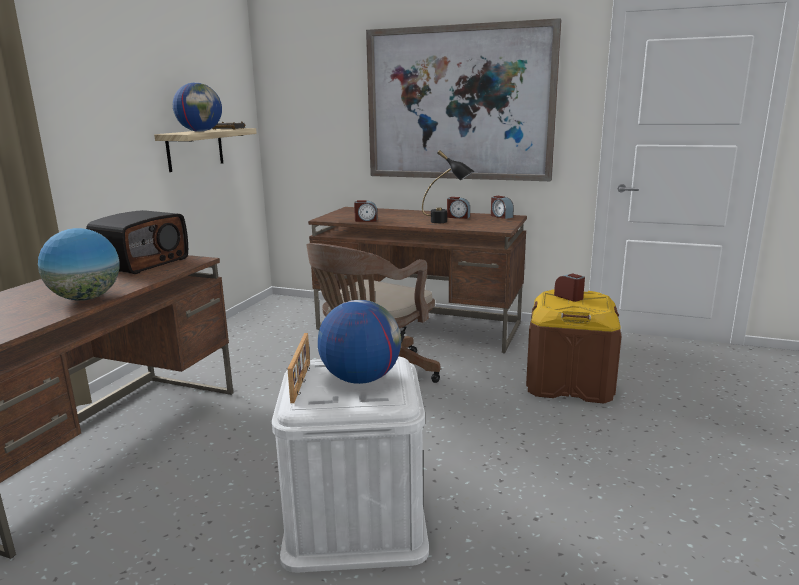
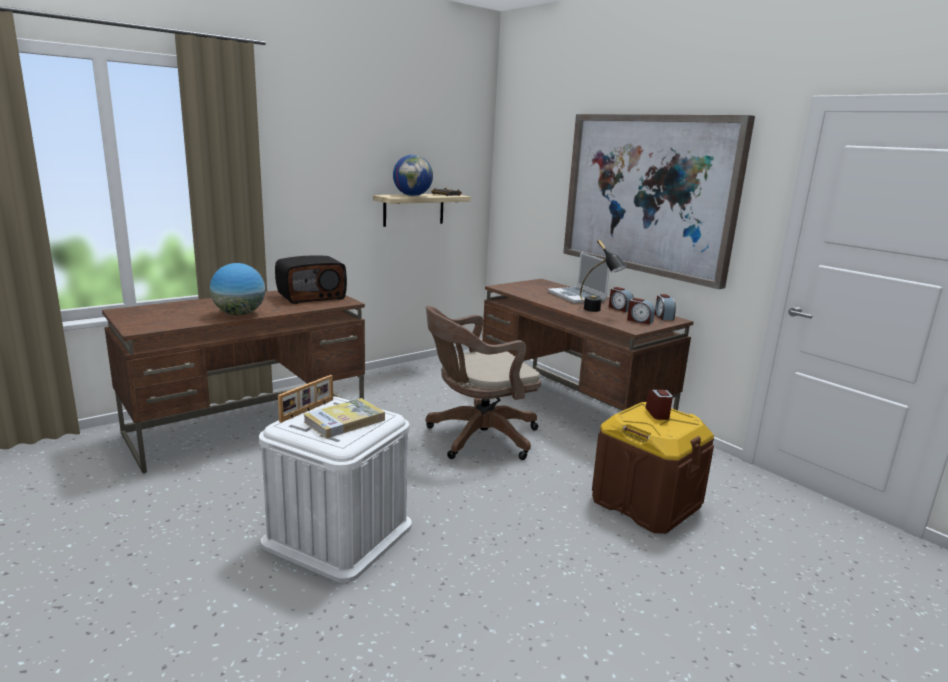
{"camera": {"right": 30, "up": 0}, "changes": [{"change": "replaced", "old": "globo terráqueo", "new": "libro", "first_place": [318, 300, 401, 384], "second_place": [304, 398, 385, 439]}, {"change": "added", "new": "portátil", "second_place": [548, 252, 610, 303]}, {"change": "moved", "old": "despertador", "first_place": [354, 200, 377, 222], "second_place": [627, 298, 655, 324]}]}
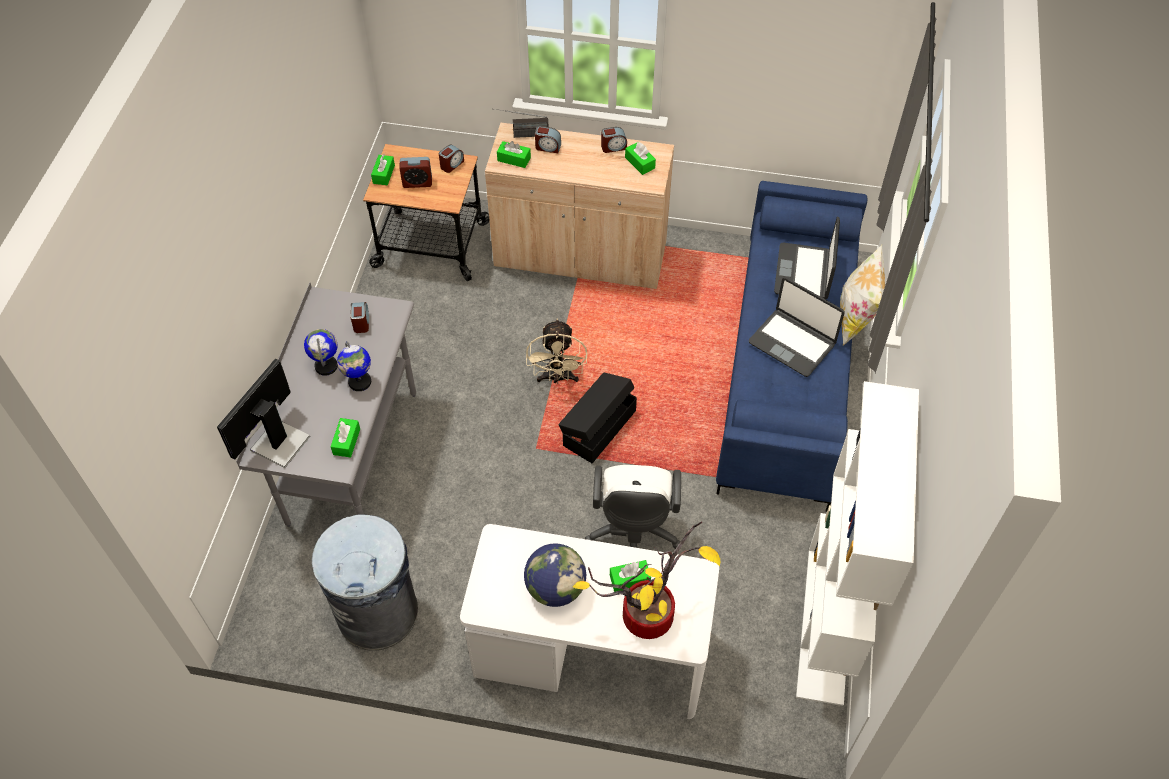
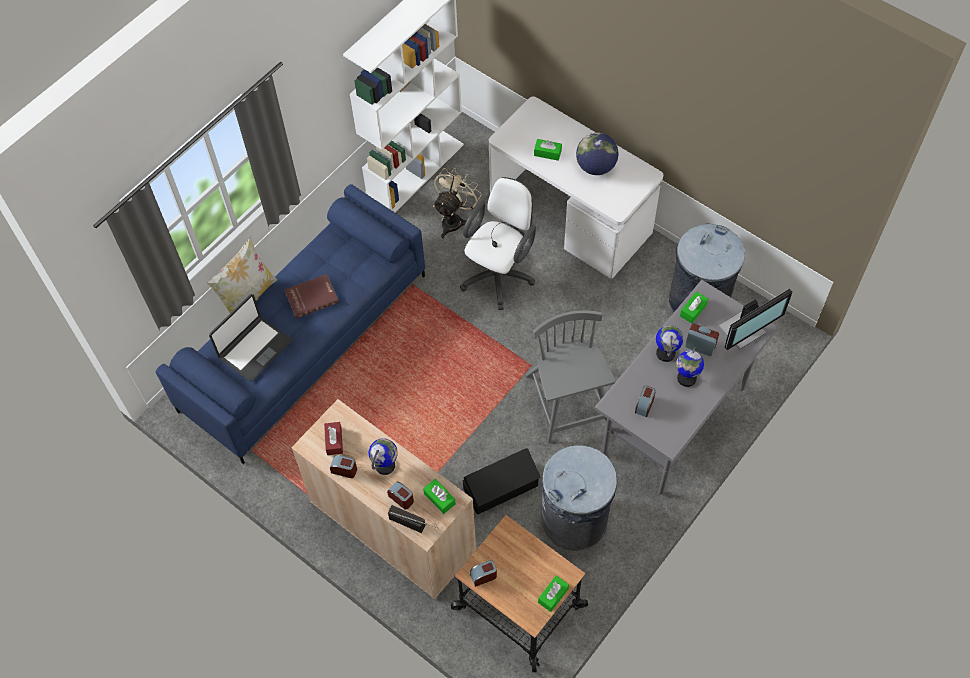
{"camera": {"right": -150, "up": 5}, "changes": [{"change": "replaced", "old": "portátil", "new": "libro [rojo]", "first_place": [749, 277, 845, 377], "second_place": [284, 274, 339, 318]}, {"change": "recoloured", "old": "caja de pañuelos [verde]", "new": "caja de pañuelos [rojo]", "first_place": [625, 142, 656, 175], "second_place": [324, 422, 343, 455]}, {"change": "added", "new": "globo terráqueo", "second_place": [369, 438, 398, 475]}, {"change": "moved", "old": "ventilador [beis]", "first_place": [526, 318, 587, 384], "second_place": [433, 168, 482, 238]}, {"change": "moved", "old": "caja de almacenaje [negro]", "first_place": [559, 372, 637, 463], "second_place": [463, 448, 541, 515]}, {"change": "added", "new": "silla [gris]", "second_place": [525, 310, 616, 443]}, {"change": "added", "new": "papelera [gris]", "second_place": [541, 445, 617, 551]}, {"change": "moved", "old": "despertador", "first_place": [399, 157, 432, 188], "second_place": [685, 324, 719, 356]}, {"change": "removed", "old": "planta en maceta", "first_place": [572, 521, 720, 639]}]}
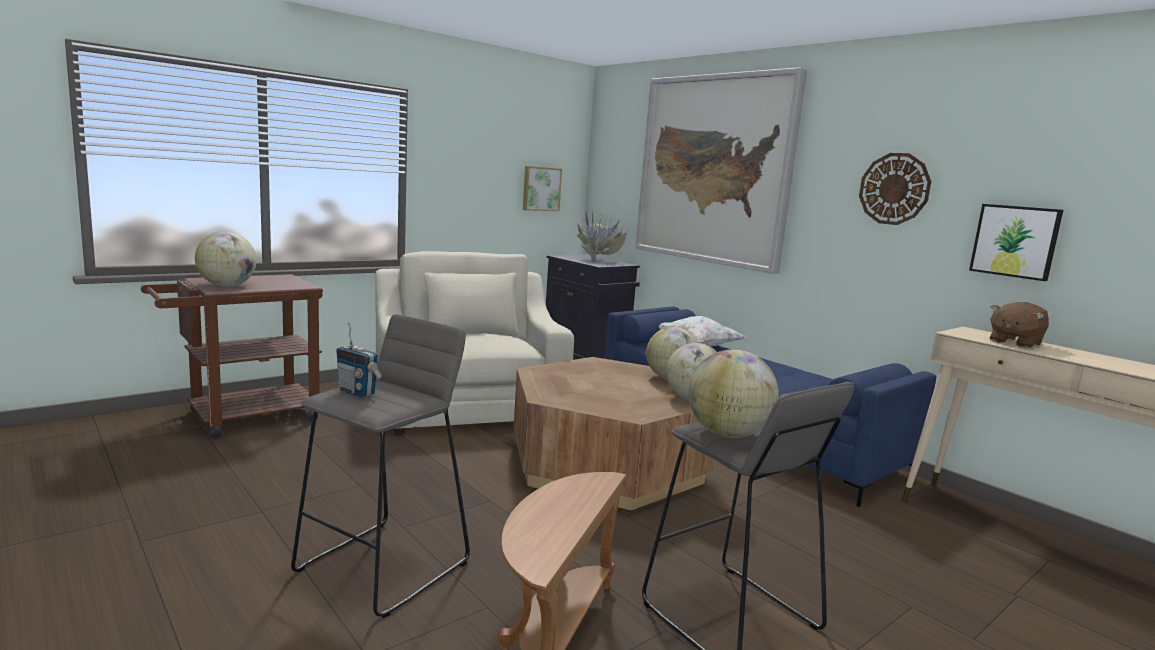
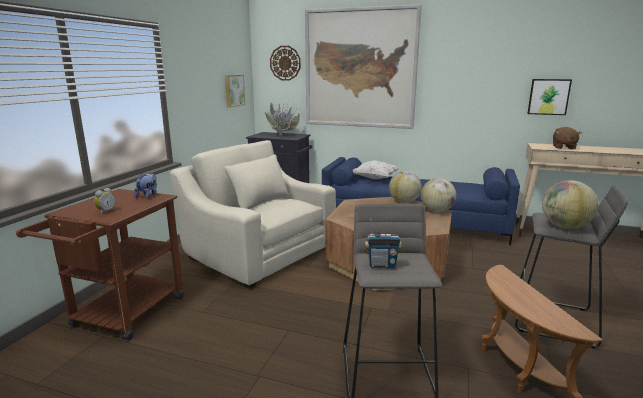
{"camera": {"right": -30, "up": 5}, "changes": [{"change": "replaced", "old": "globo terráqueo", "new": "despertador", "first_place": [195, 232, 256, 287], "second_place": [94, 188, 115, 215]}, {"change": "added", "new": "peluche", "second_place": [134, 173, 157, 198]}, {"change": "moved", "old": "reloj de pared", "first_place": [859, 153, 932, 225], "second_place": [270, 46, 301, 81]}]}
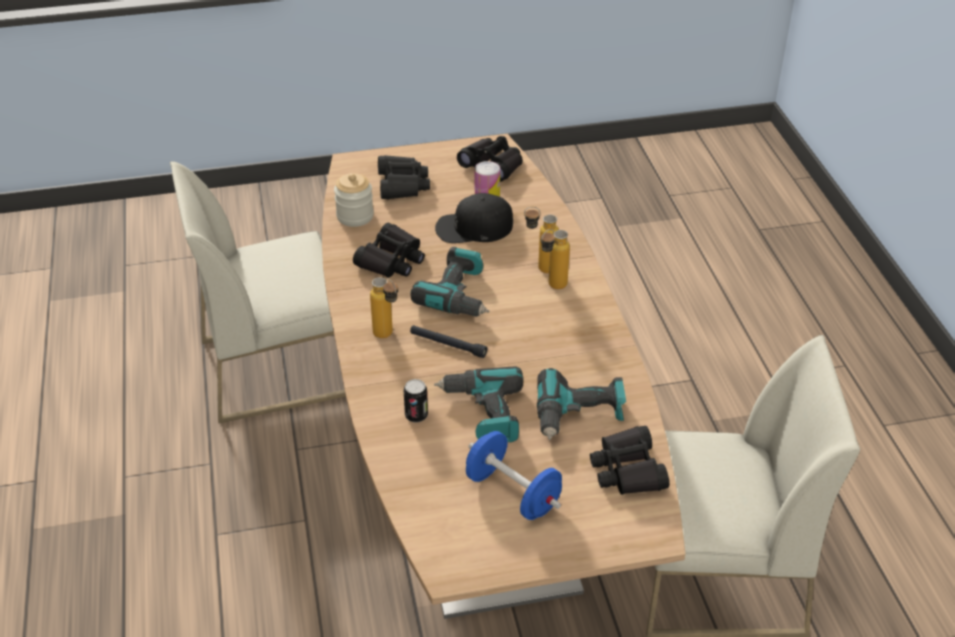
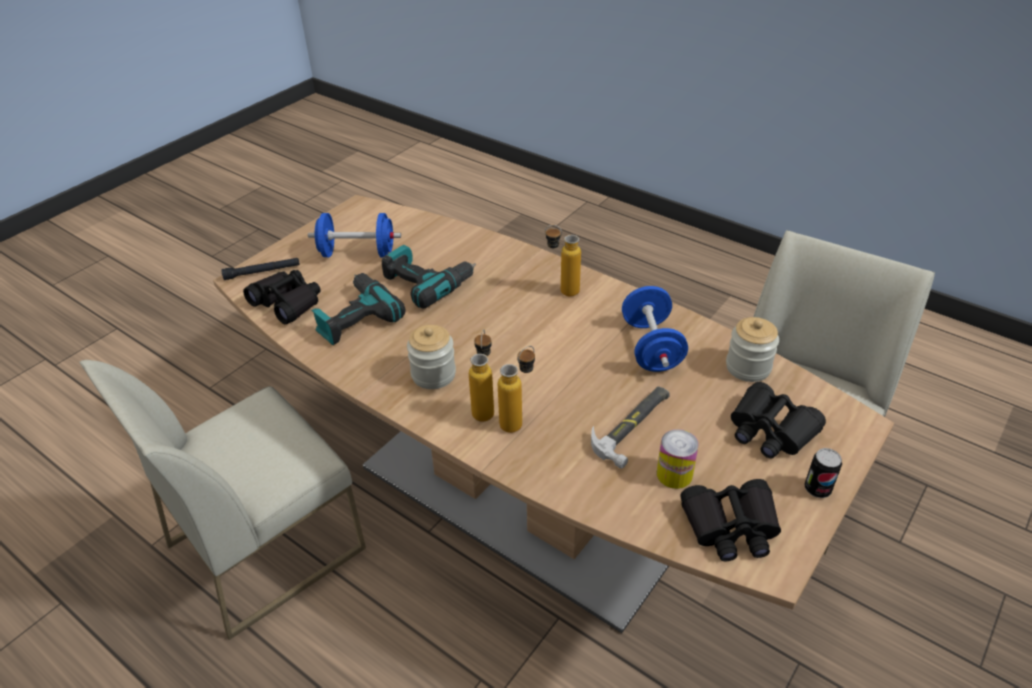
{"camera": {"right": 140, "up": 0}, "changes": [{"change": "moved", "old": "linterna [negro]", "first_place": [410, 325, 487, 358], "second_place": [221, 258, 300, 280]}, {"change": "added", "new": "tarro", "second_place": [407, 325, 456, 389]}, {"change": "replaced", "old": "gorra [negro]", "new": "martillo", "first_place": [435, 193, 513, 243], "second_place": [591, 386, 670, 469]}, {"change": "replaced", "old": "prismáticos [negro]", "new": "mancuerna [azul]", "first_place": [353, 223, 425, 278], "second_place": [622, 286, 688, 372]}, {"change": "moved", "old": "lata", "first_place": [404, 379, 428, 423], "second_place": [804, 448, 842, 498]}, {"change": "removed", "old": "taladro", "first_place": [410, 247, 490, 317]}]}
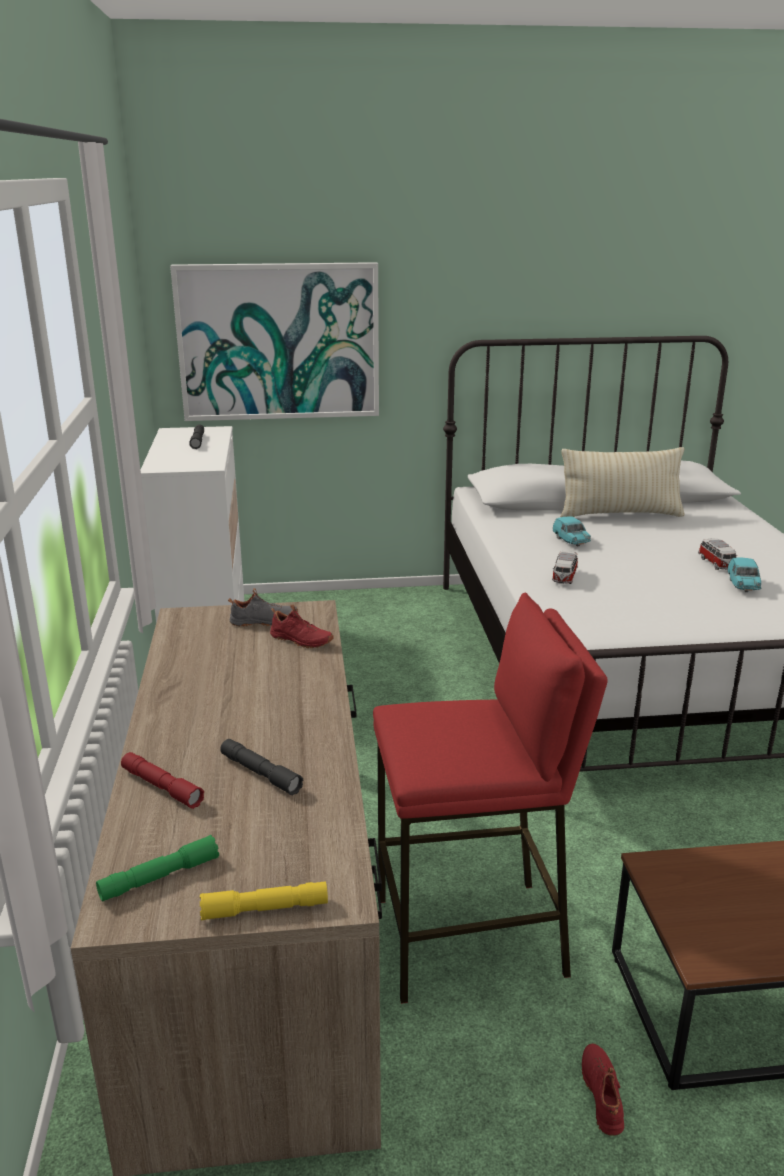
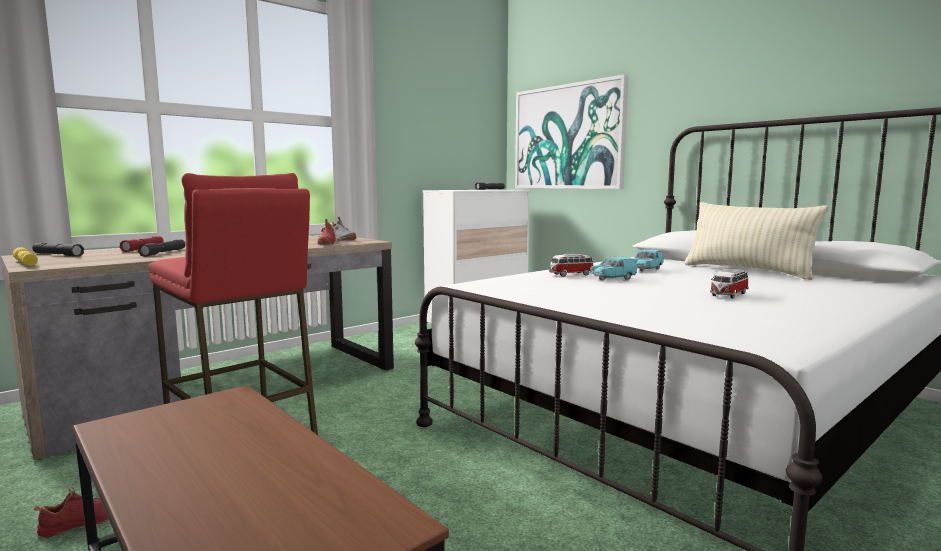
{"camera": {"right": 55, "up": -15}, "changes": [{"change": "recoloured", "old": "linterna [verde]", "new": "linterna [gris]", "first_place": [96, 835, 219, 901], "second_place": [32, 243, 84, 257]}, {"change": "moved", "old": "coche de juguete [turquesa]", "first_place": [727, 558, 761, 592], "second_place": [590, 257, 637, 280]}]}
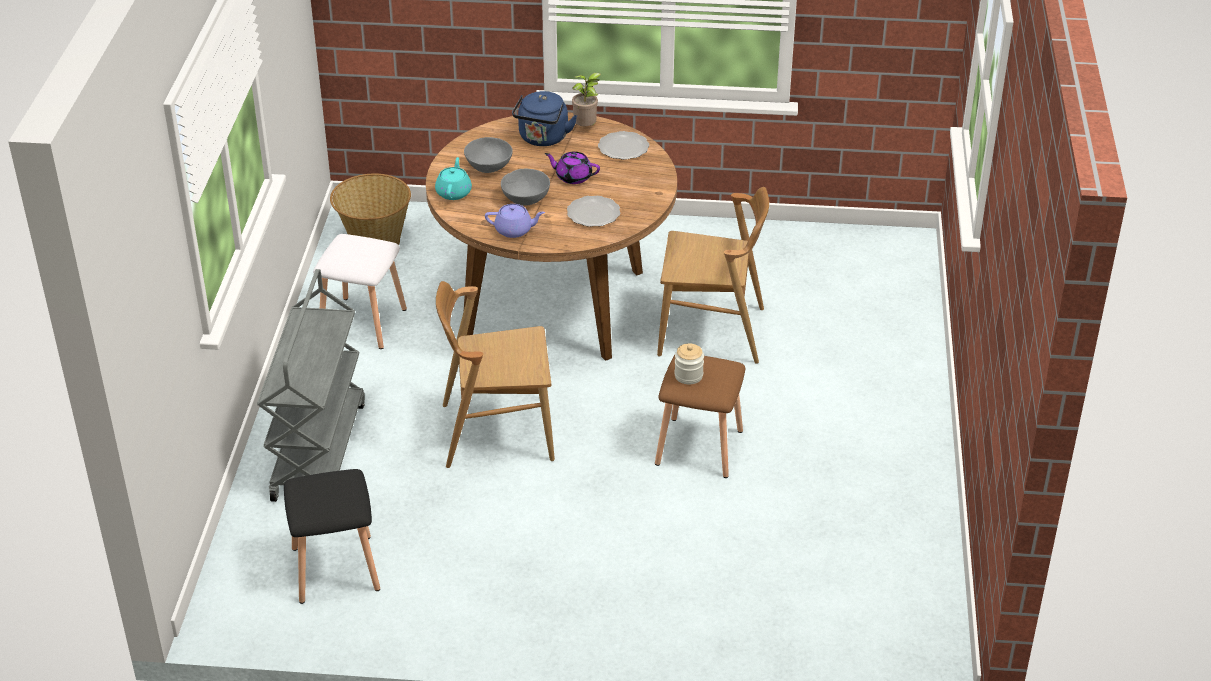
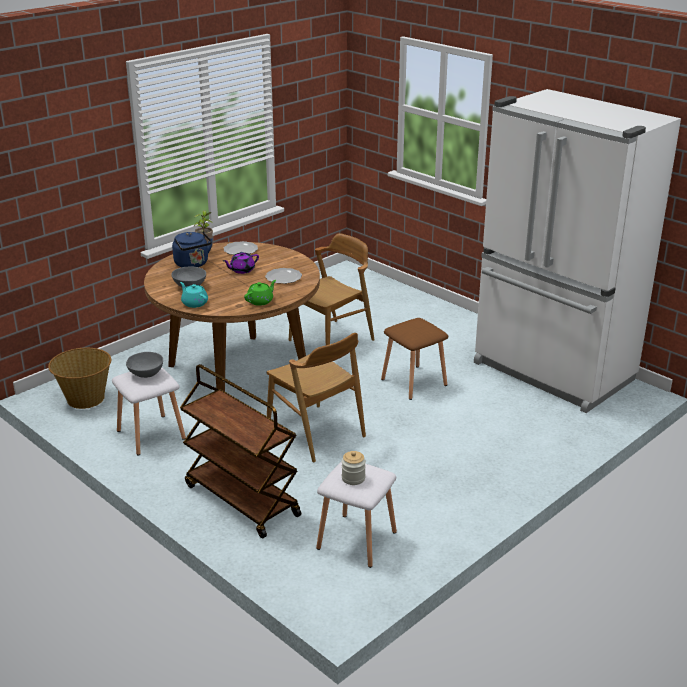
{"camera": {"right": -50, "up": -10}, "changes": [{"change": "moved", "old": "cuenco [gris]", "first_place": [501, 169, 550, 206], "second_place": [126, 352, 163, 378]}, {"change": "recoloured", "old": "carrito [gris]", "new": "carrito [marrón]", "first_place": [257, 269, 365, 502], "second_place": [180, 364, 301, 538]}, {"change": "recoloured", "old": "tetera [morado]", "new": "tetera [verde]", "first_place": [485, 204, 545, 238], "second_place": [244, 280, 276, 306]}, {"change": "turned", "old": "silla [marrón]", "first_place": [436, 281, 555, 468], "second_place": [267, 333, 366, 462], "degrees": -75}, {"change": "recoloured", "old": "taburete [negro]", "new": "taburete [blanco]", "first_place": [284, 469, 380, 604], "second_place": [316, 461, 397, 568]}, {"change": "moved", "old": "tarro", "first_place": [674, 343, 704, 384], "second_place": [342, 451, 366, 485]}, {"change": "added", "new": "nevera [blanco]", "second_place": [474, 89, 681, 413]}]}
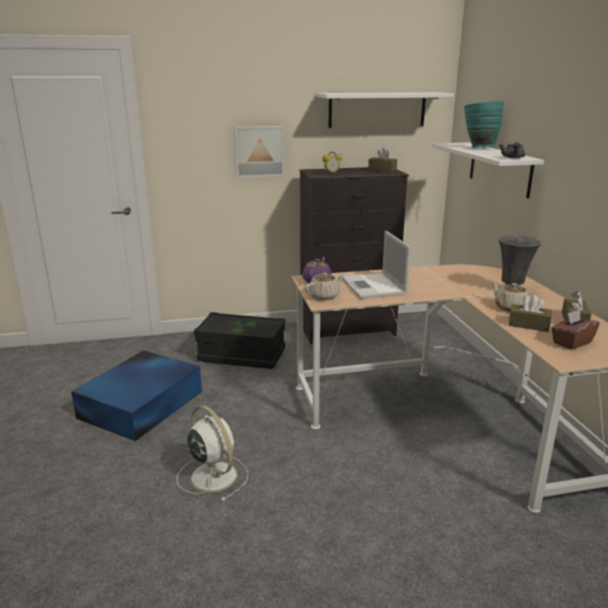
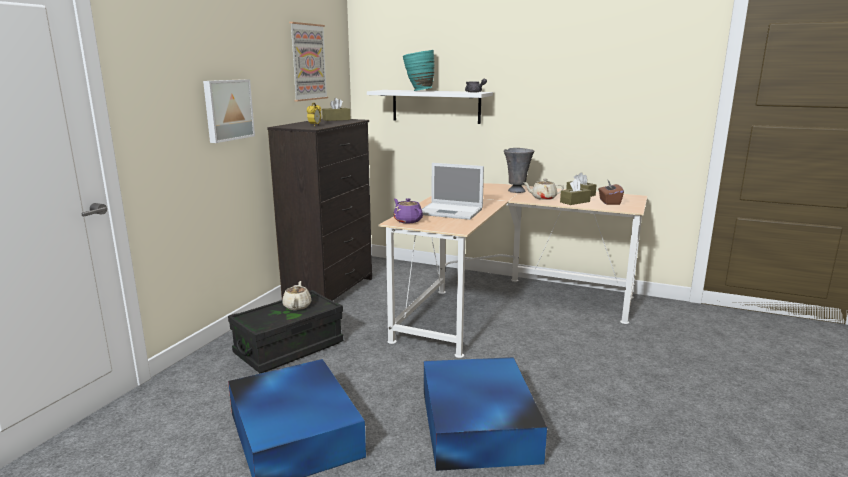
{"camera": {"right": -55, "up": -5}, "changes": [{"change": "moved", "old": "tetera [beis]", "first_place": [305, 273, 345, 300], "second_place": [282, 281, 311, 310]}, {"change": "replaced", "old": "estante [blanco]", "new": "cuadro", "first_place": [317, 92, 454, 128], "second_place": [289, 22, 328, 101]}, {"change": "replaced", "old": "ventilador [blanco]", "new": "caja de almacenaje [azul]", "first_place": [176, 405, 248, 501], "second_place": [424, 357, 547, 471]}]}
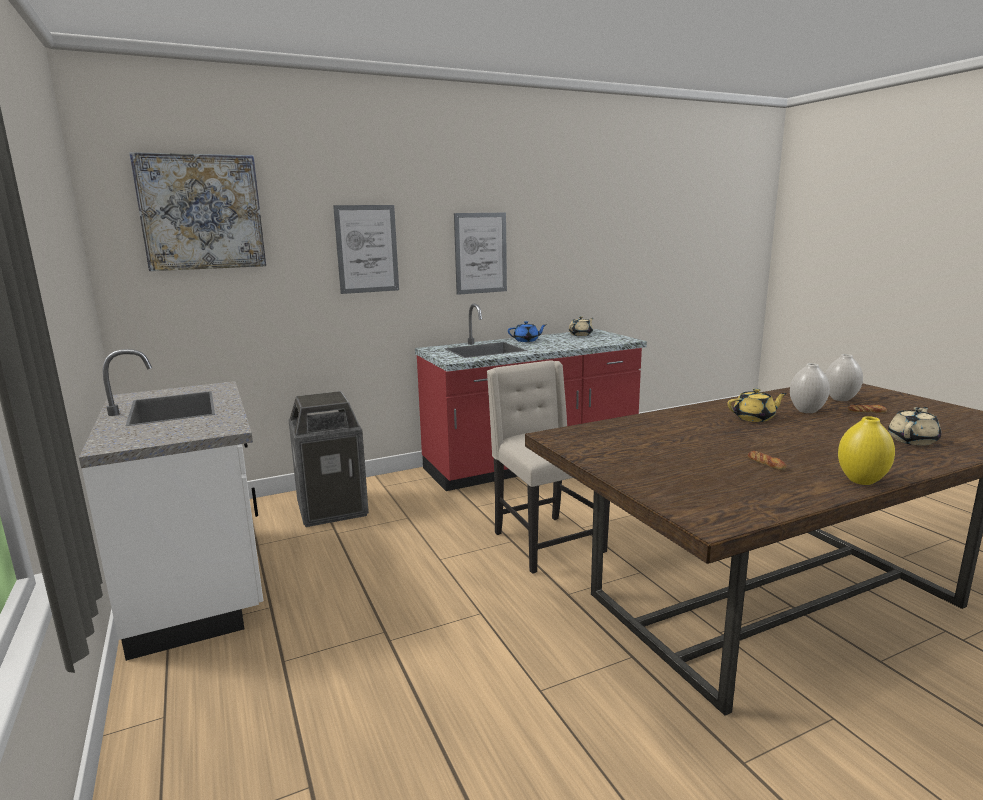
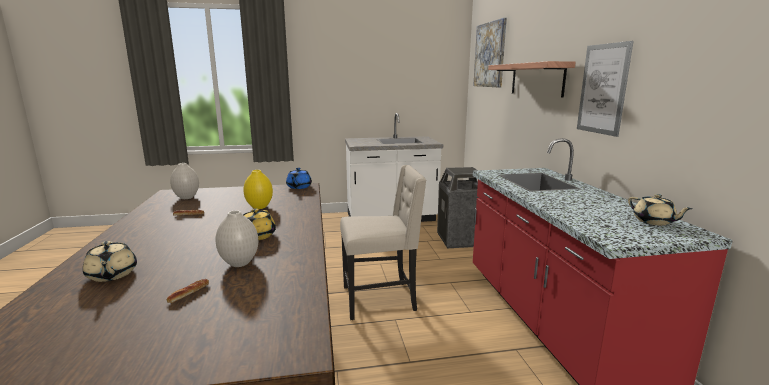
{"camera": {"right": 105, "up": 0}, "changes": [{"change": "moved", "old": "florero [blanco]", "first_place": [825, 354, 863, 401], "second_place": [170, 163, 199, 199]}, {"change": "moved", "old": "florero [amarillo]", "first_place": [838, 416, 895, 485], "second_place": [243, 170, 273, 209]}, {"change": "moved", "old": "tetera [azul]", "first_place": [508, 321, 547, 342], "second_place": [286, 168, 312, 189]}, {"change": "replaced", "old": "cuadro", "new": "estante", "first_place": [333, 205, 399, 294], "second_place": [488, 61, 576, 97]}]}
